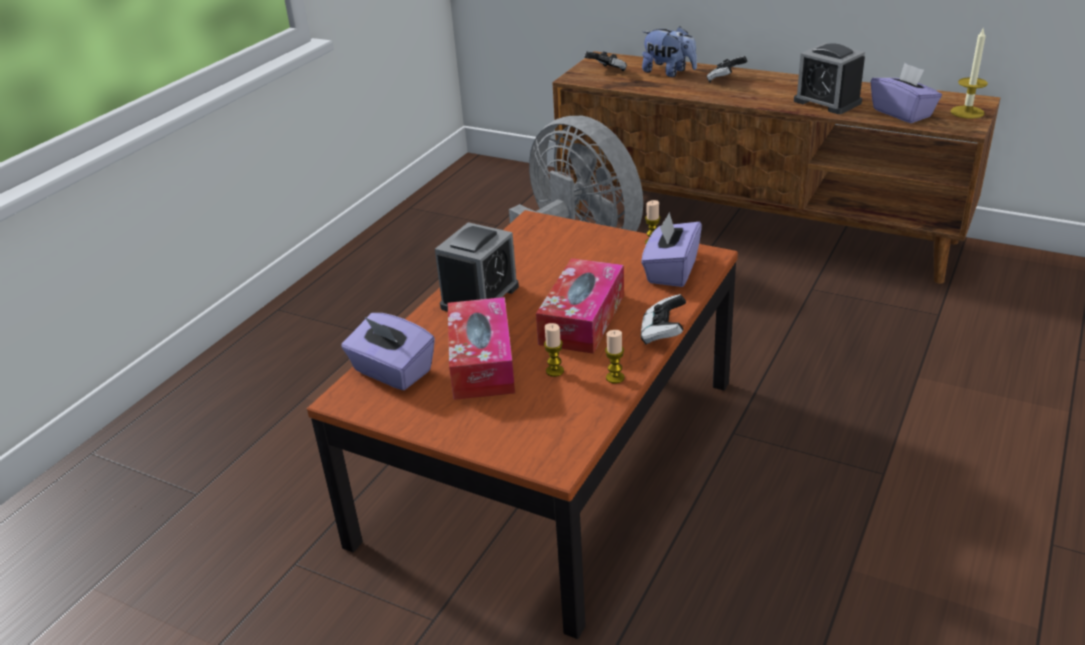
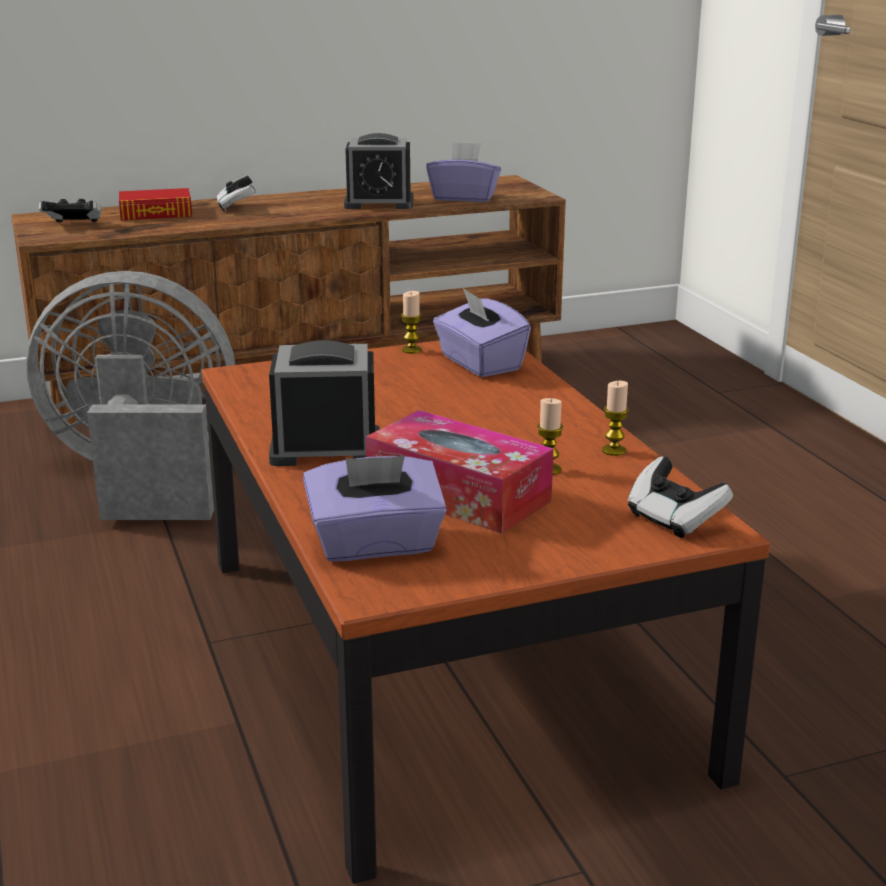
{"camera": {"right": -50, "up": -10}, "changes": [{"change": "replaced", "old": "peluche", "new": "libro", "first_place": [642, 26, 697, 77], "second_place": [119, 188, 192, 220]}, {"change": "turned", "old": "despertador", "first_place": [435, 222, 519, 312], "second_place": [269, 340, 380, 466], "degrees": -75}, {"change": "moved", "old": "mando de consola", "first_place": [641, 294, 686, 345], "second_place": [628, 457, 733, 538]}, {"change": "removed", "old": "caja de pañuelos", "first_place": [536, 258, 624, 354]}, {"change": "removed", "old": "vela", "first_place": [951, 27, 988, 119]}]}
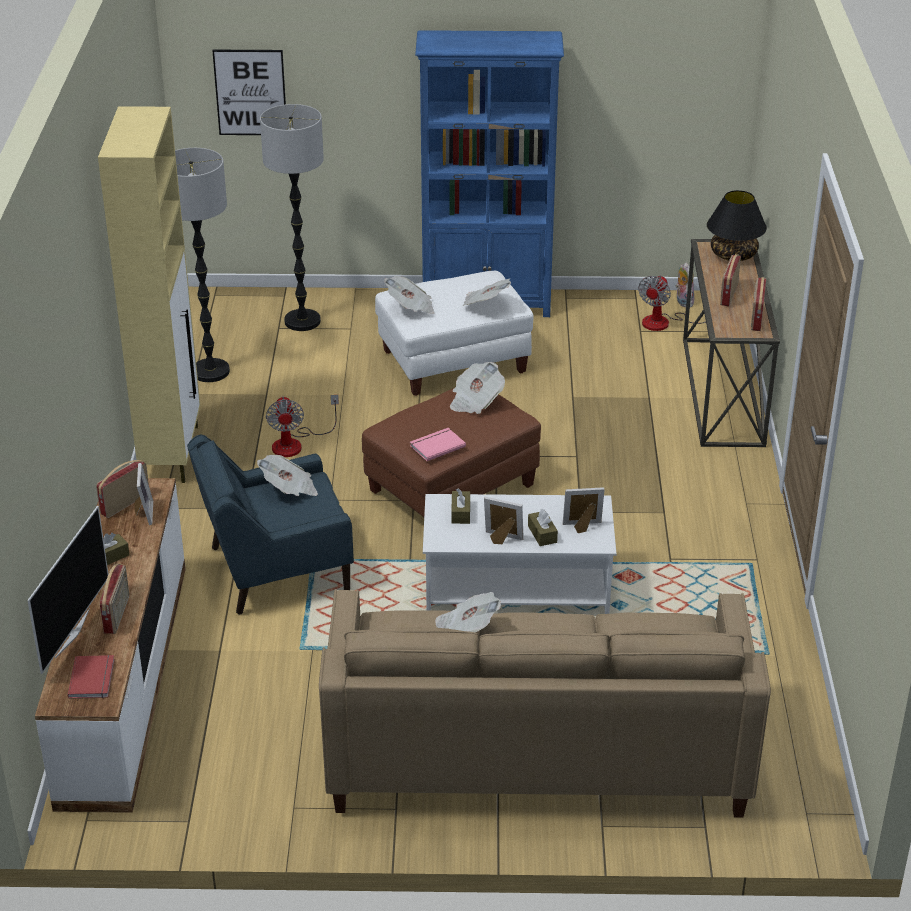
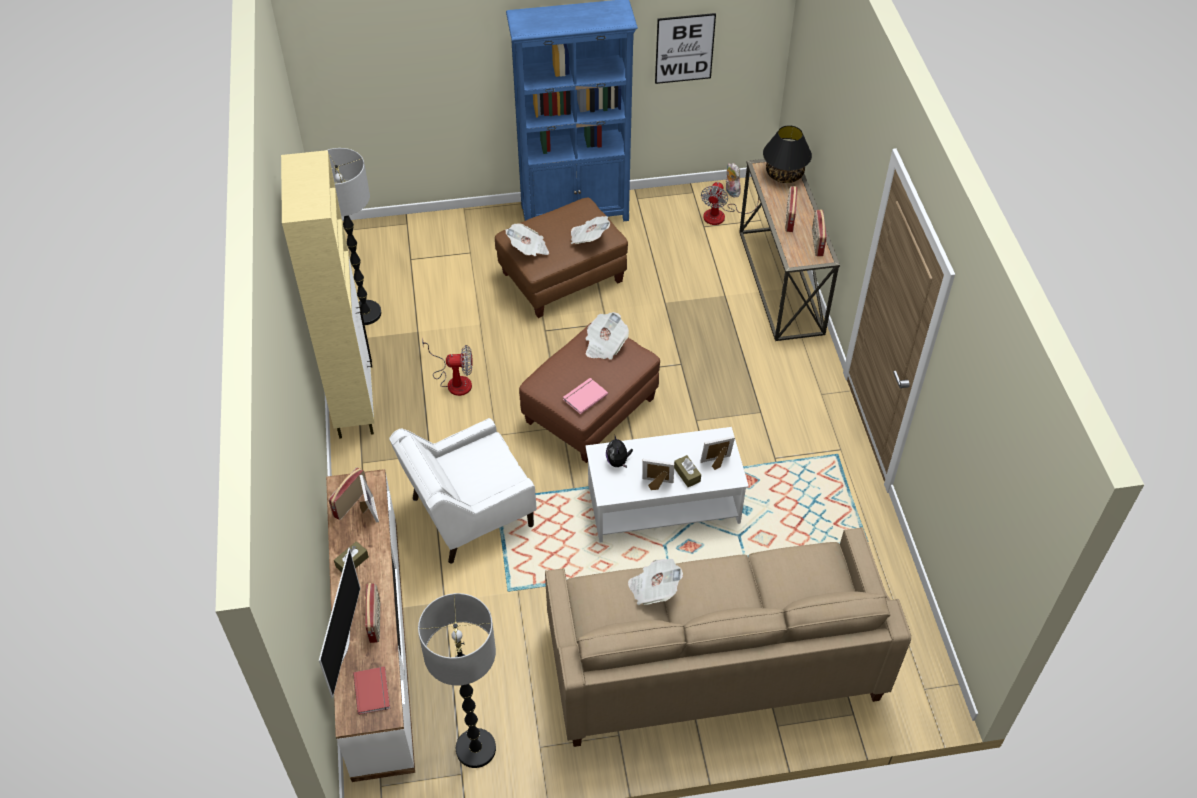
{"camera": {"right": -10, "up": 15}, "changes": [{"change": "recoloured", "old": "sillón [azul]", "new": "sillón [blanco]", "first_place": [187, 435, 354, 614], "second_place": [389, 418, 537, 564]}, {"change": "moved", "old": "lámpara de pie", "first_place": [260, 104, 324, 331], "second_place": [418, 593, 496, 768]}, {"change": "turned", "old": "ventilador", "first_place": [266, 395, 339, 457], "second_place": [422, 337, 473, 396], "degrees": -75}, {"change": "recoloured", "old": "puf [blanco]", "new": "puf [marrón]", "first_place": [375, 271, 534, 396], "second_place": [495, 198, 628, 318]}, {"change": "replaced", "old": "caja de pañuelos [marrón]", "new": "peluche", "first_place": [451, 489, 470, 524], "second_place": [606, 436, 633, 468]}, {"change": "moved", "old": "cuadro", "first_place": [212, 50, 286, 135], "second_place": [655, 13, 716, 84]}, {"change": "removed", "old": "periódico", "first_place": [257, 455, 318, 496]}]}
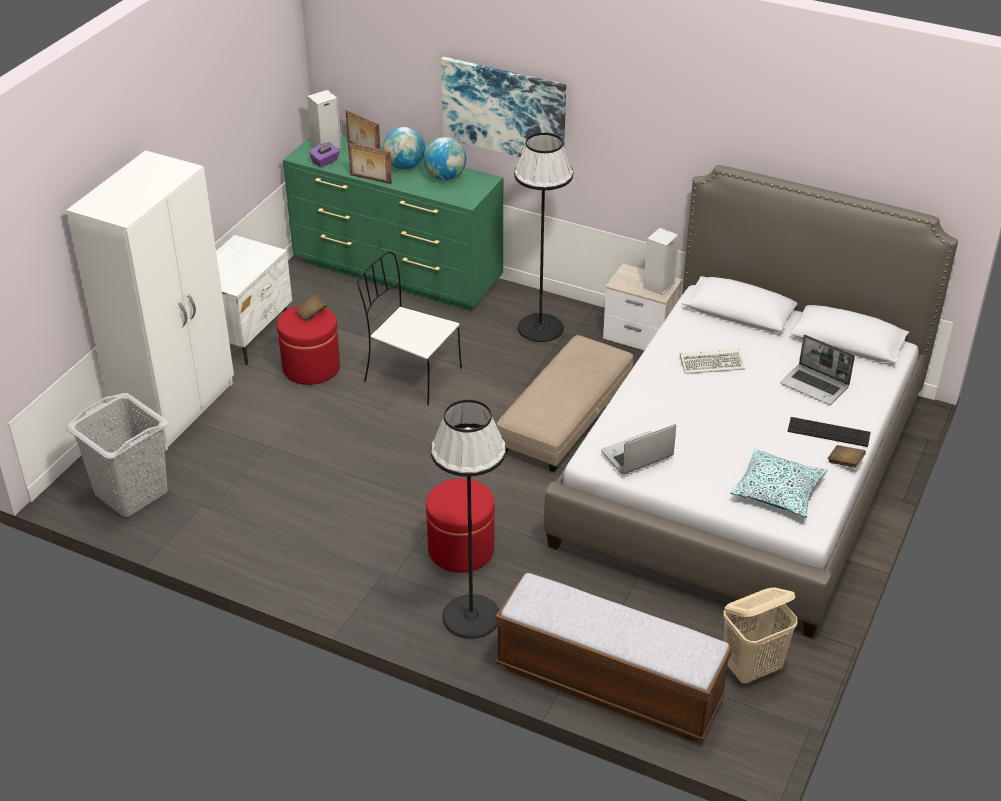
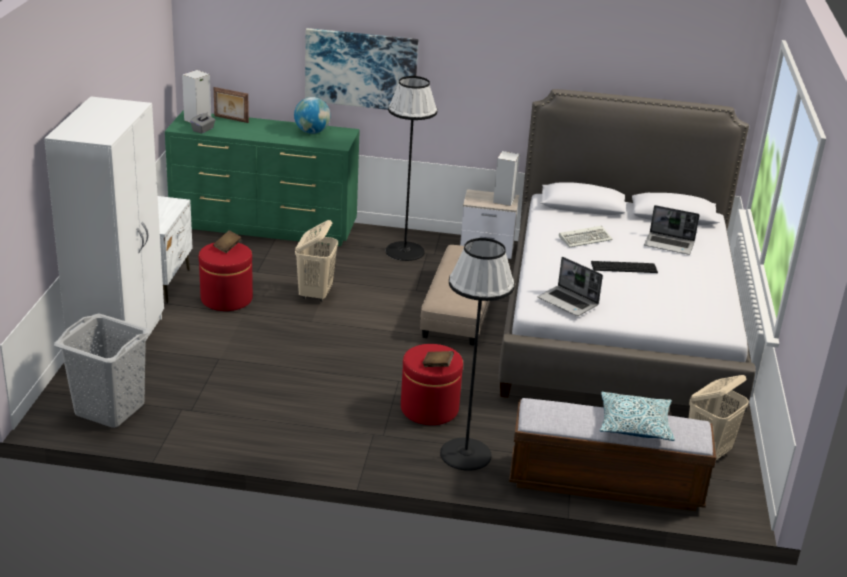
{"camera": {"right": -20, "up": -10}, "changes": [{"change": "recoloured", "old": "caja de pañuelos [morado]", "new": "caja de pañuelos [gris]", "first_place": [309, 142, 340, 167], "second_place": [190, 112, 215, 134]}, {"change": "replaced", "old": "silla [blanco]", "new": "cesto de la ropa [beis]", "first_place": [357, 251, 462, 405], "second_place": [295, 220, 338, 301]}, {"change": "moved", "old": "libro [marrón]", "first_place": [828, 445, 866, 468], "second_place": [422, 351, 454, 367]}, {"change": "turned", "old": "portátil", "first_place": [601, 424, 676, 474], "second_place": [538, 257, 603, 316], "degrees": -90}, {"change": "moved", "old": "teclado", "first_place": [787, 417, 871, 447], "second_place": [591, 261, 658, 273]}, {"change": "moved", "old": "cojín", "first_place": [730, 449, 828, 518], "second_place": [600, 392, 675, 441]}, {"change": "removed", "old": "portarretratos", "first_place": [348, 143, 392, 184]}, {"change": "removed", "old": "globo terráqueo", "first_place": [383, 127, 425, 170]}]}
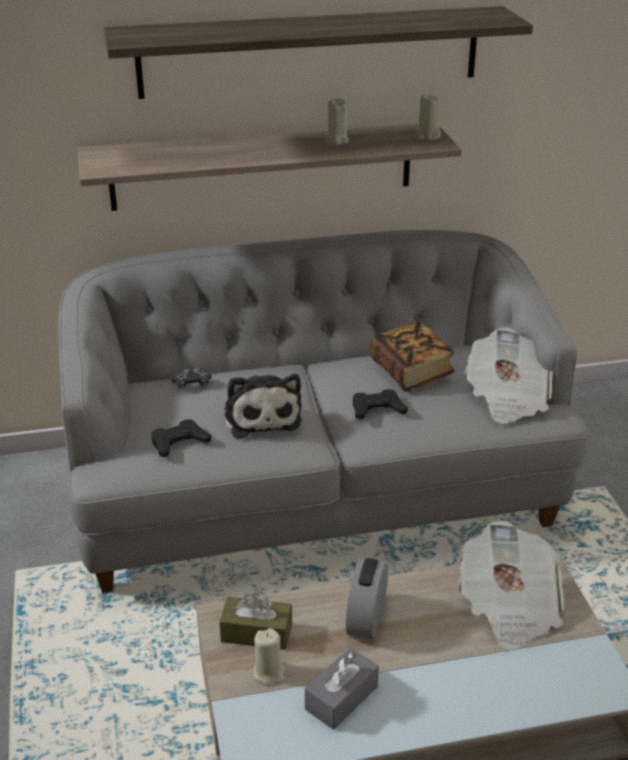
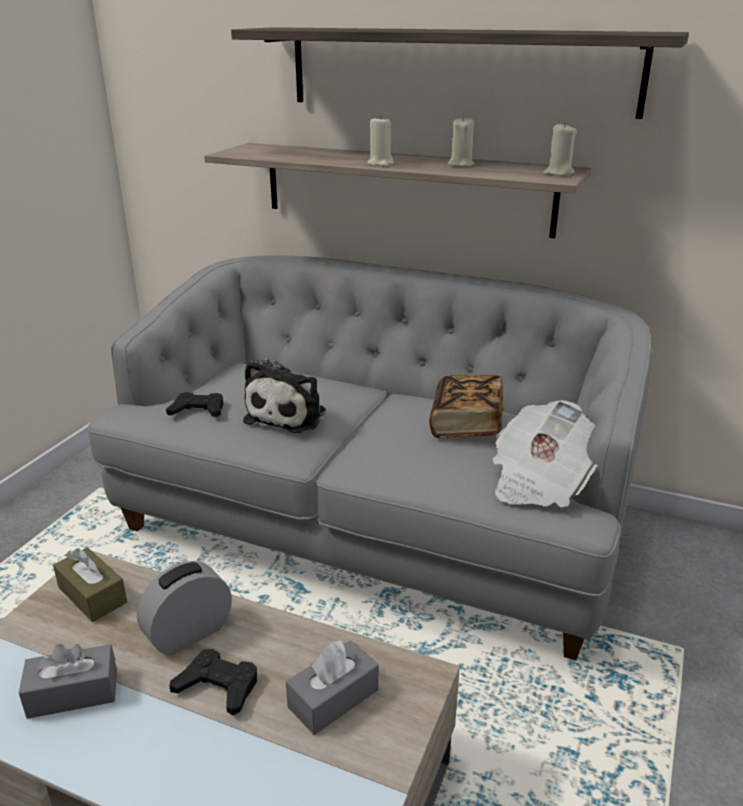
{"camera": {"right": 35, "up": -5}, "changes": [{"change": "moved", "old": "mando de consola [negro]", "first_place": [353, 389, 408, 420], "second_place": [169, 649, 257, 715]}, {"change": "replaced", "old": "periódico", "new": "caja de pañuelos [gris]", "first_place": [458, 521, 564, 650], "second_place": [286, 639, 379, 735]}, {"change": "moved", "old": "vela [beis]", "first_place": [253, 628, 285, 686], "second_place": [367, 115, 394, 166]}]}
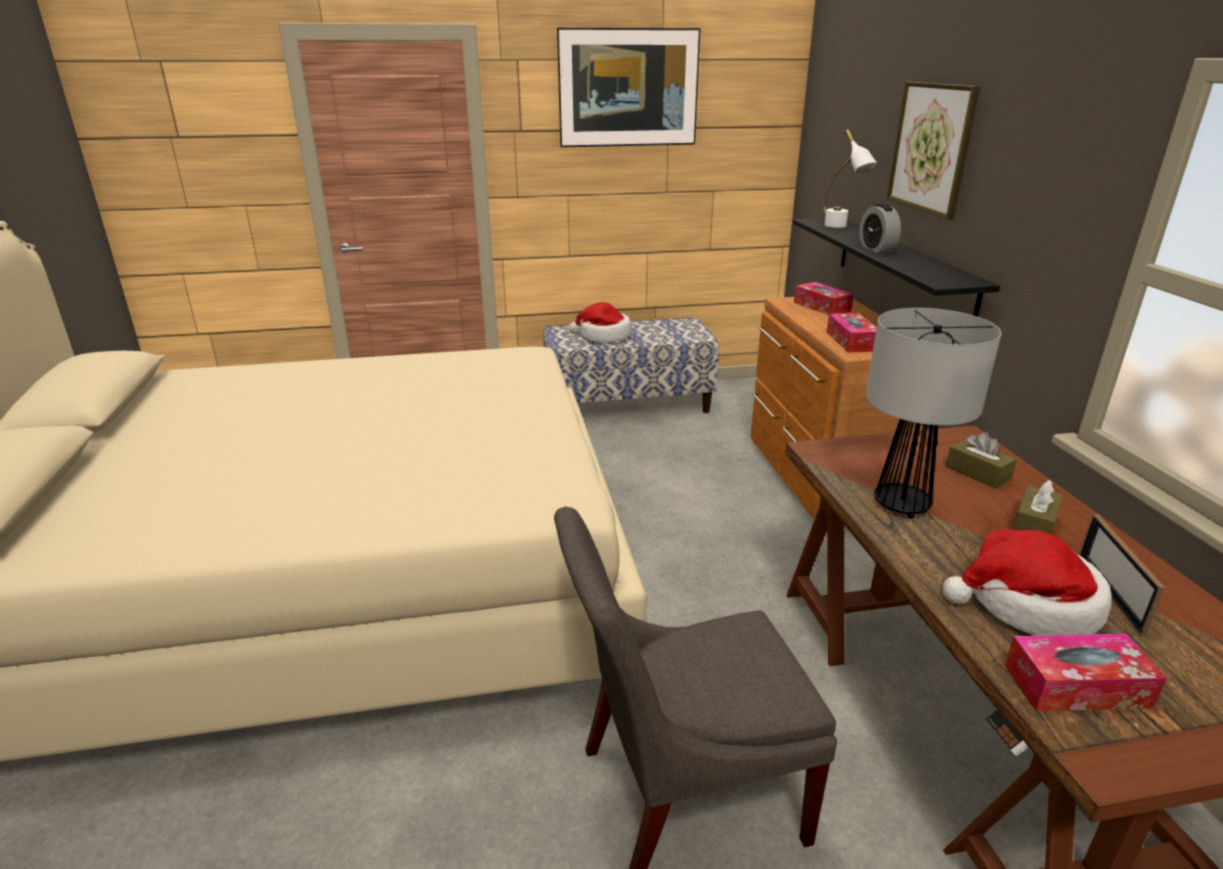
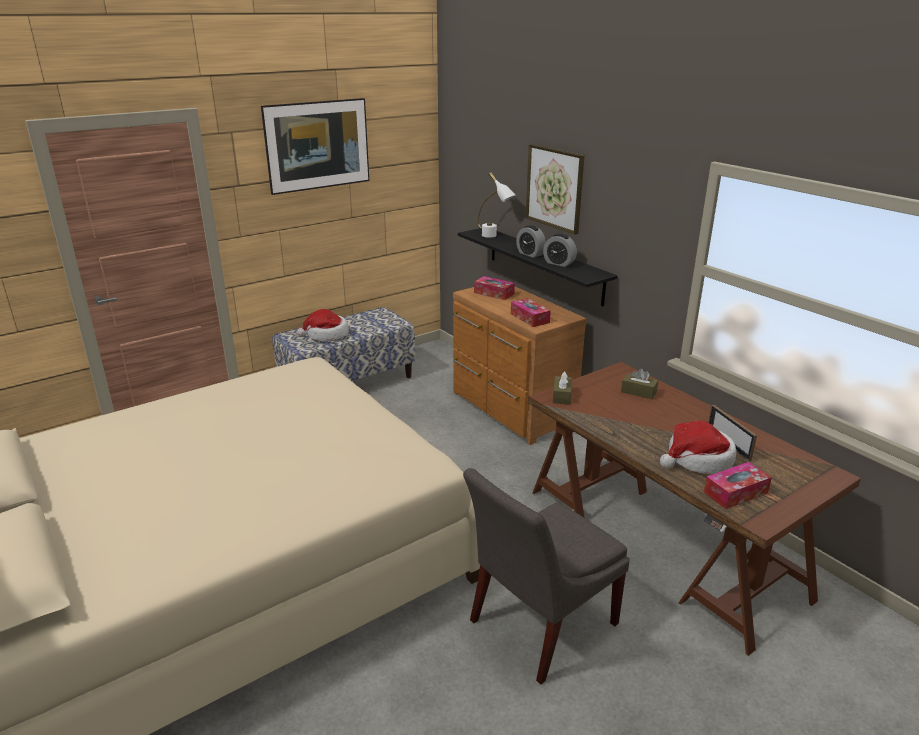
{"camera": {"right": -25, "up": 0}, "changes": [{"change": "added", "new": "despertador", "second_place": [543, 234, 577, 267]}, {"change": "moved", "old": "caja de pañuelos [marrón]", "first_place": [1012, 480, 1063, 534], "second_place": [553, 371, 572, 405]}, {"change": "removed", "old": "lámpara de mesa", "first_place": [866, 308, 1002, 519]}]}
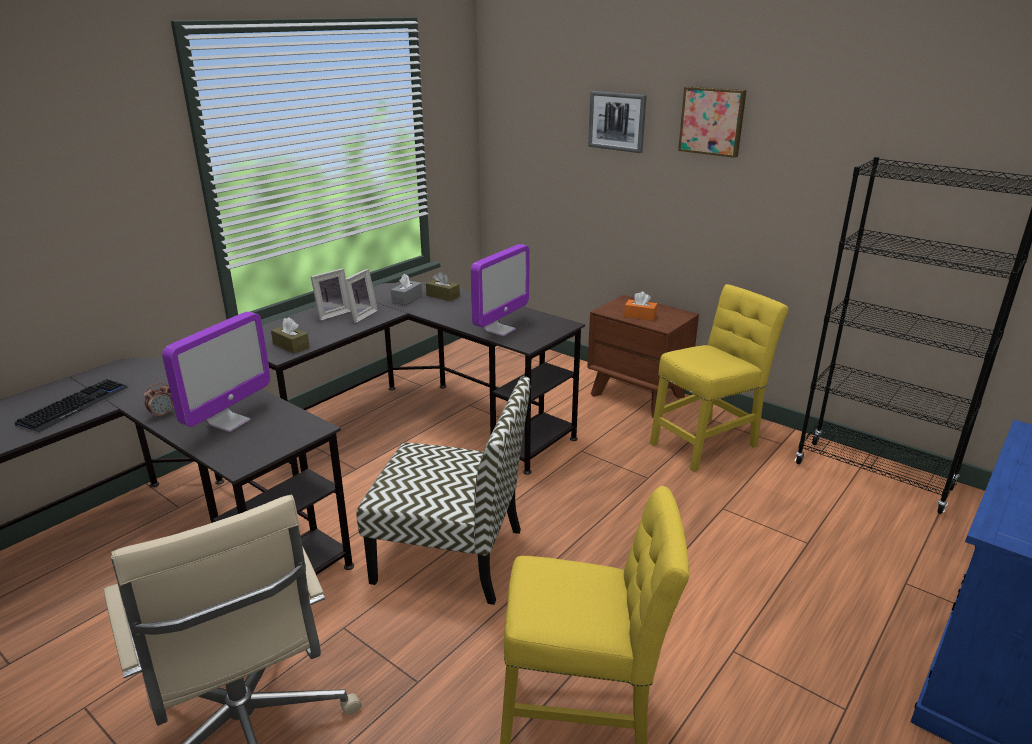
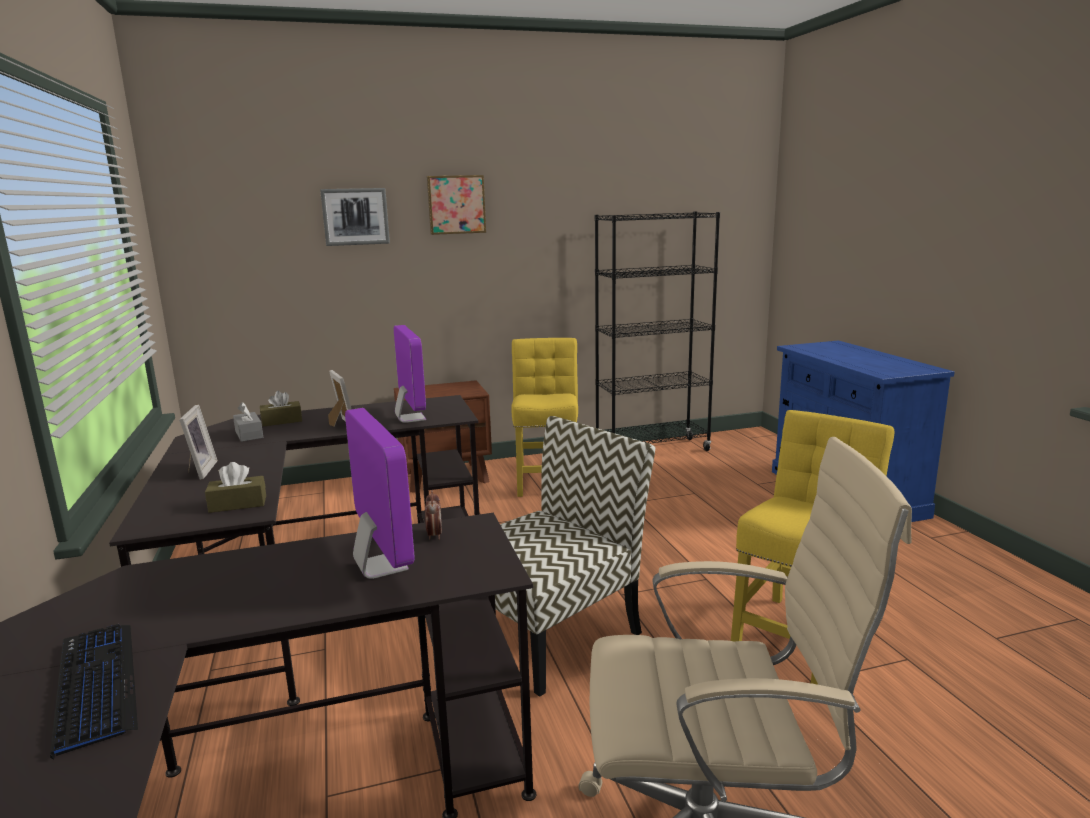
{"camera": {"right": -55, "up": -10}, "changes": [{"change": "moved", "old": "portarretratos", "first_place": [344, 269, 378, 323], "second_place": [328, 370, 351, 427]}, {"change": "moved", "old": "despertador", "first_place": [144, 383, 173, 419], "second_place": [425, 490, 442, 540]}, {"change": "removed", "old": "caja de pañuelos [naranja]", "first_place": [624, 292, 657, 321]}]}
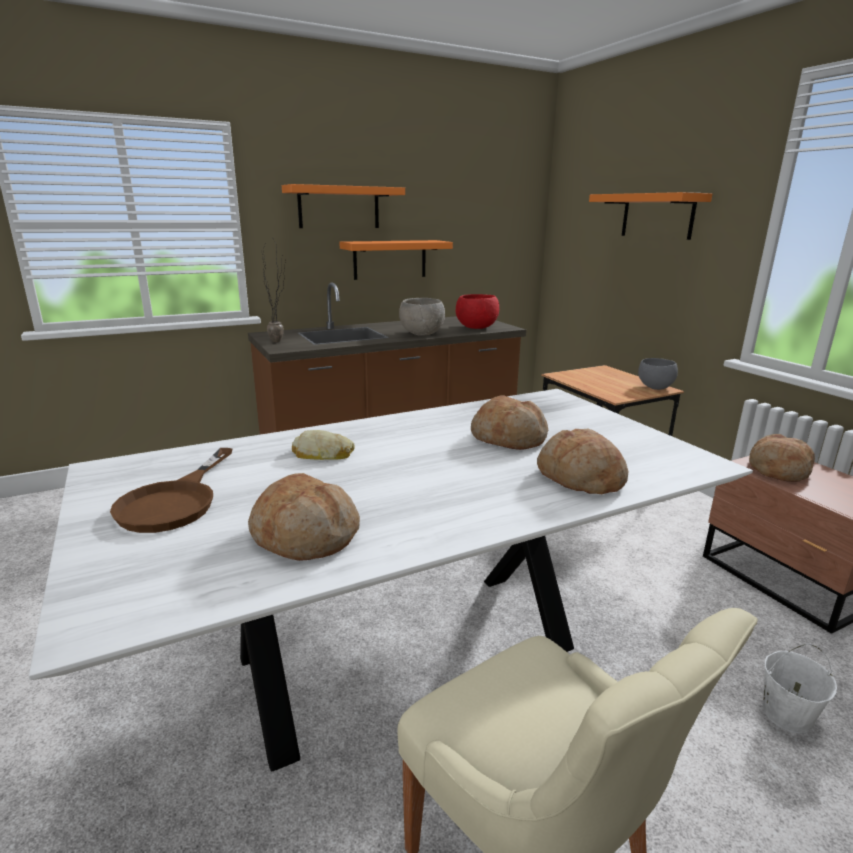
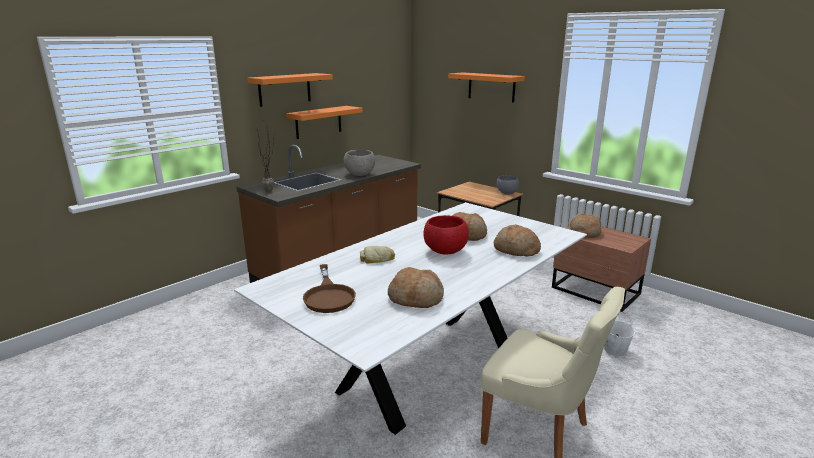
{"camera": {"right": -20, "up": 0}, "changes": [{"change": "moved", "old": "cuenco [rojo]", "first_place": [456, 294, 499, 329], "second_place": [423, 215, 469, 254]}]}
